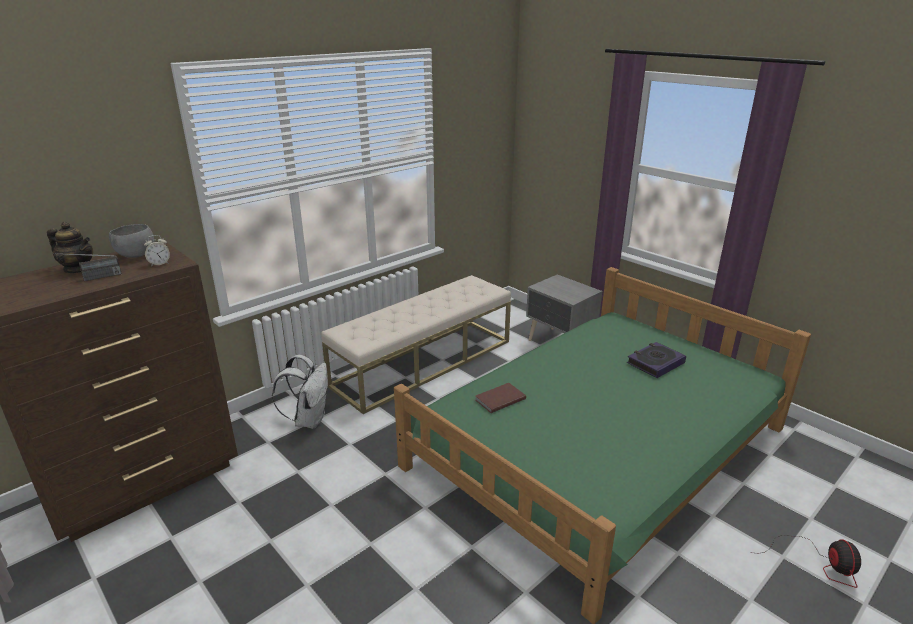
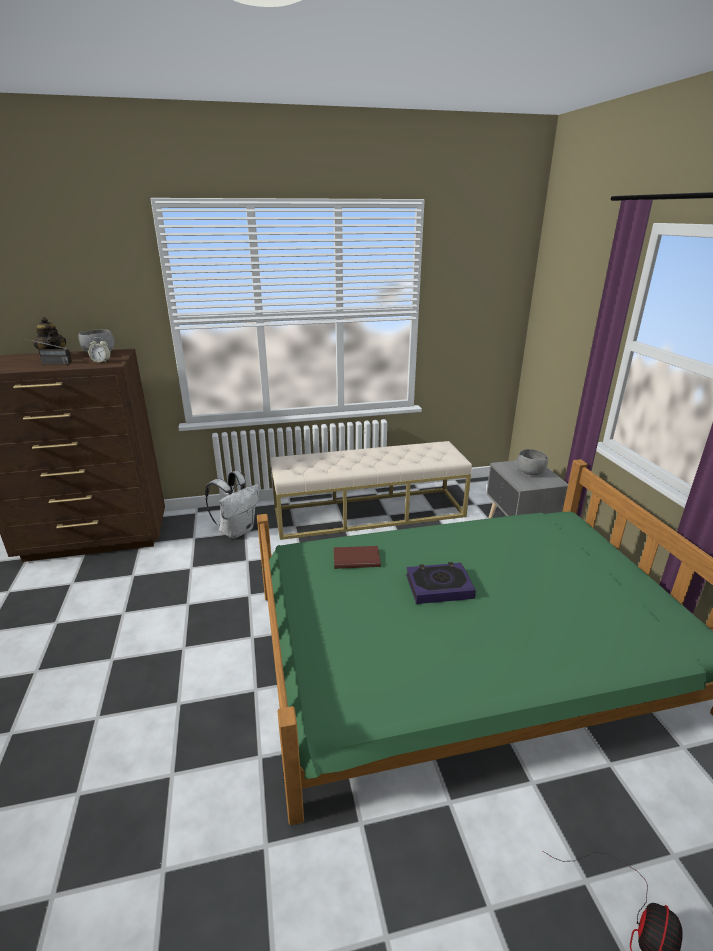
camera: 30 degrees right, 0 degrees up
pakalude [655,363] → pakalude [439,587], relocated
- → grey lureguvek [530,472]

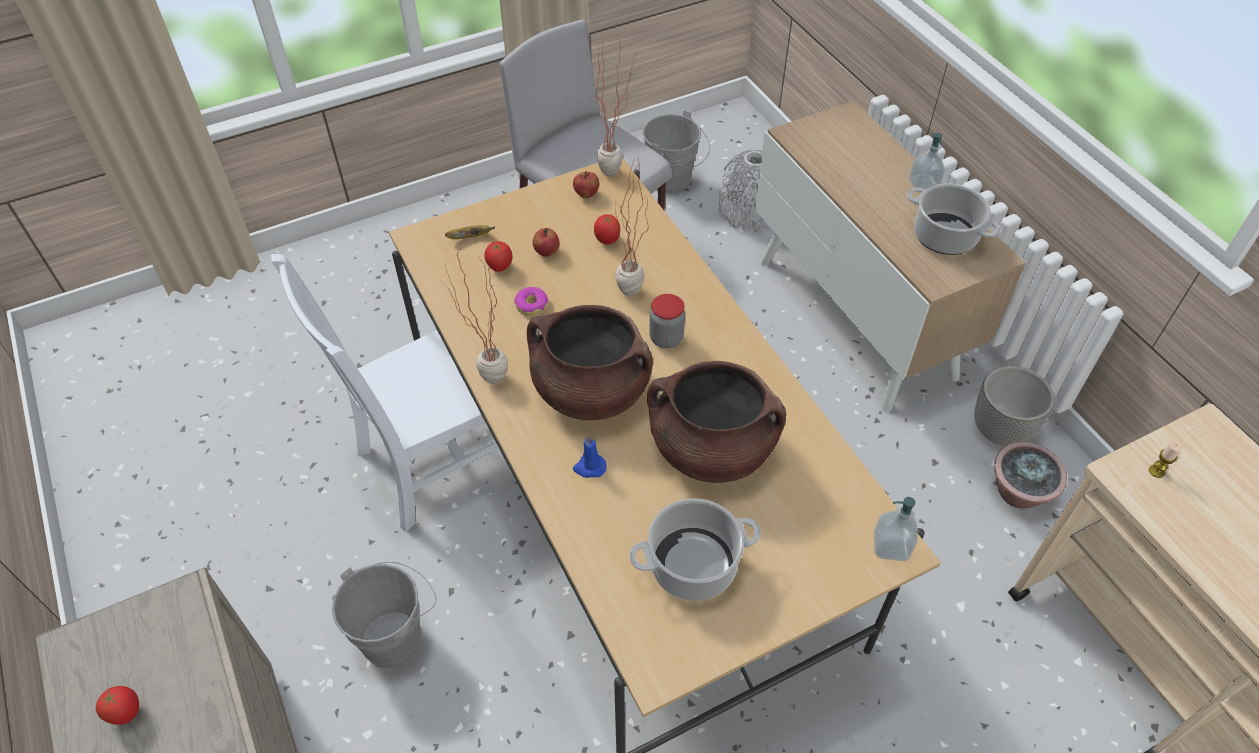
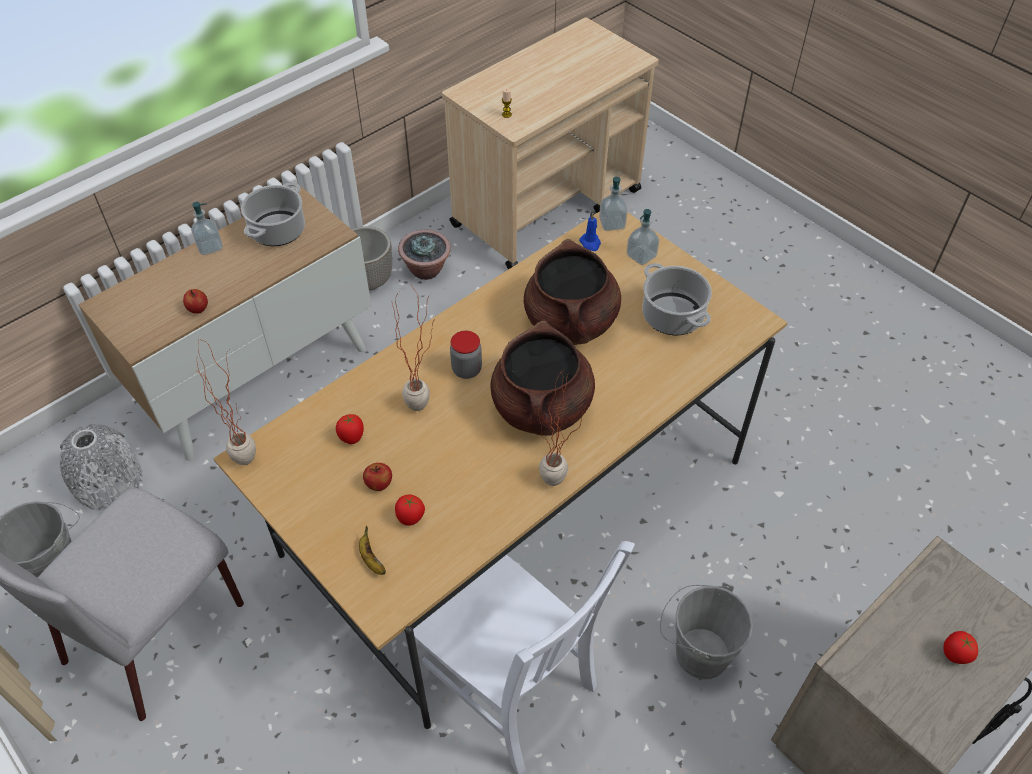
camera: 105 degrees left, 0 degrees up
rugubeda [531,305] → -
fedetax [586,194] → fedetax [198,309], relocated
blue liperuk [589,467] → blue liperuk [590,243], relocated
- → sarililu [641,256]

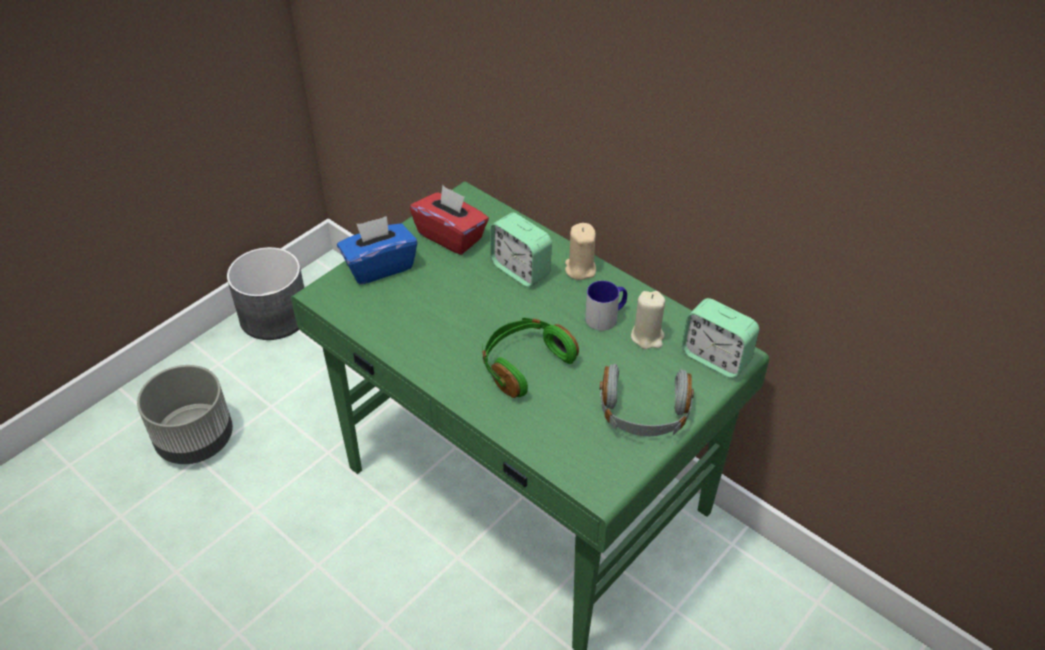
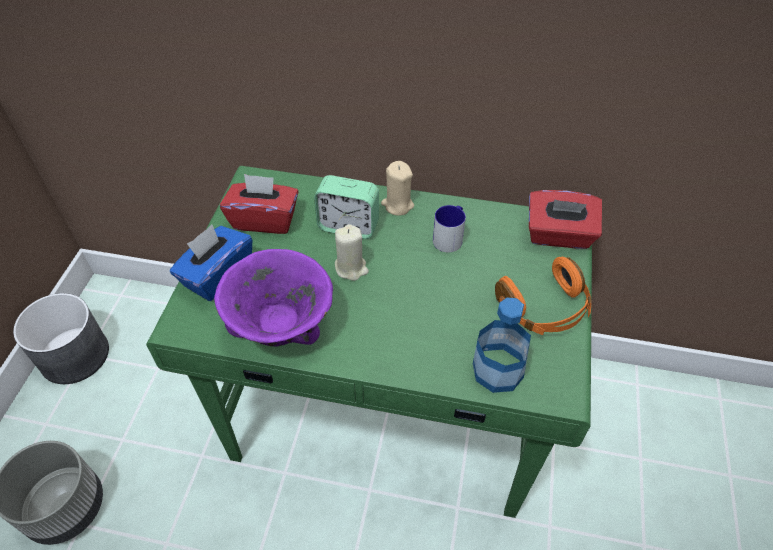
camera: 30 degrees left, 5 degrees up
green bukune [524,364] → -
grey bukune [644,414] → orange bukune [544,309]
beige liperuk [647,337] → beige liperuk [351,268], relocated
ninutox [715,358] → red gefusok [558,235]
- → purple lureguvek [280,327]
- → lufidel [498,370]

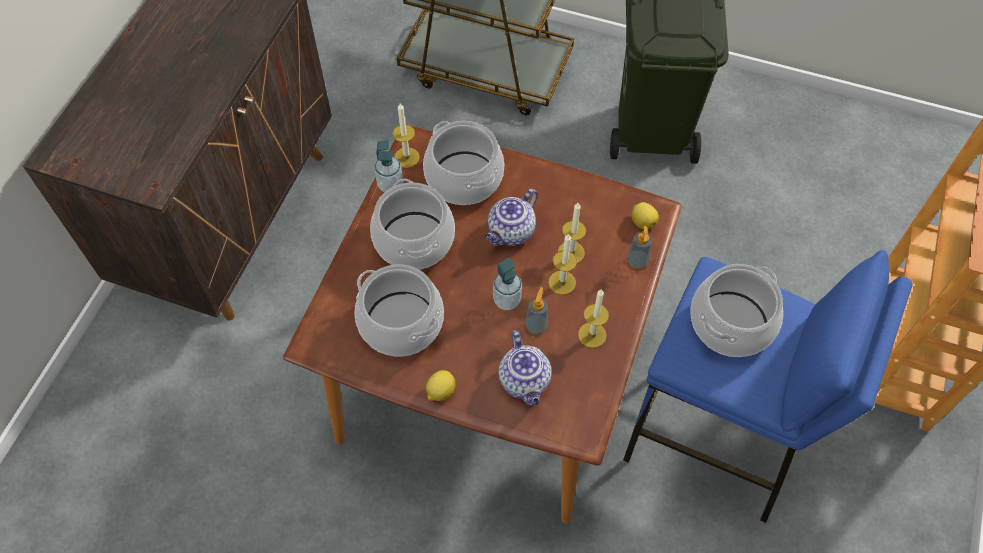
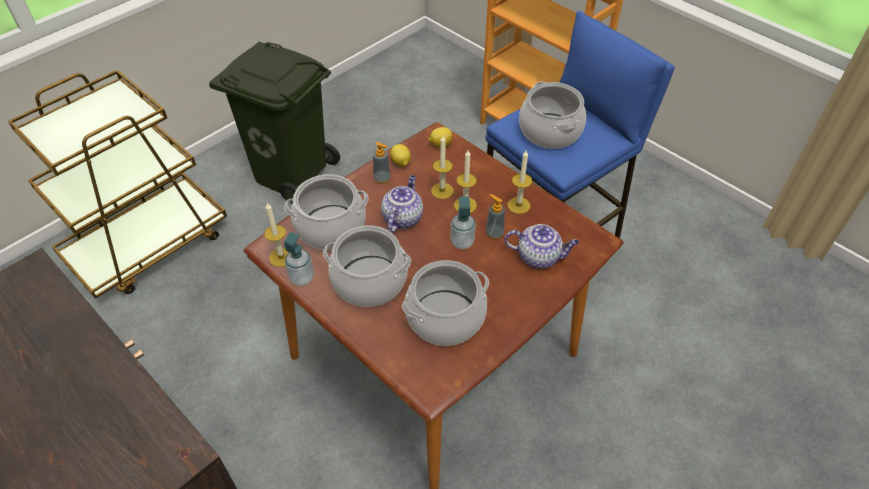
camera: 65 degrees left, 10 degrees down
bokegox [440,391] → bokegox [400,163], relocated
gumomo [511,233] → gumomo [402,218], 135 degrees counterclockwise
sarililu [637,261] → sarililu [382,178], relocated

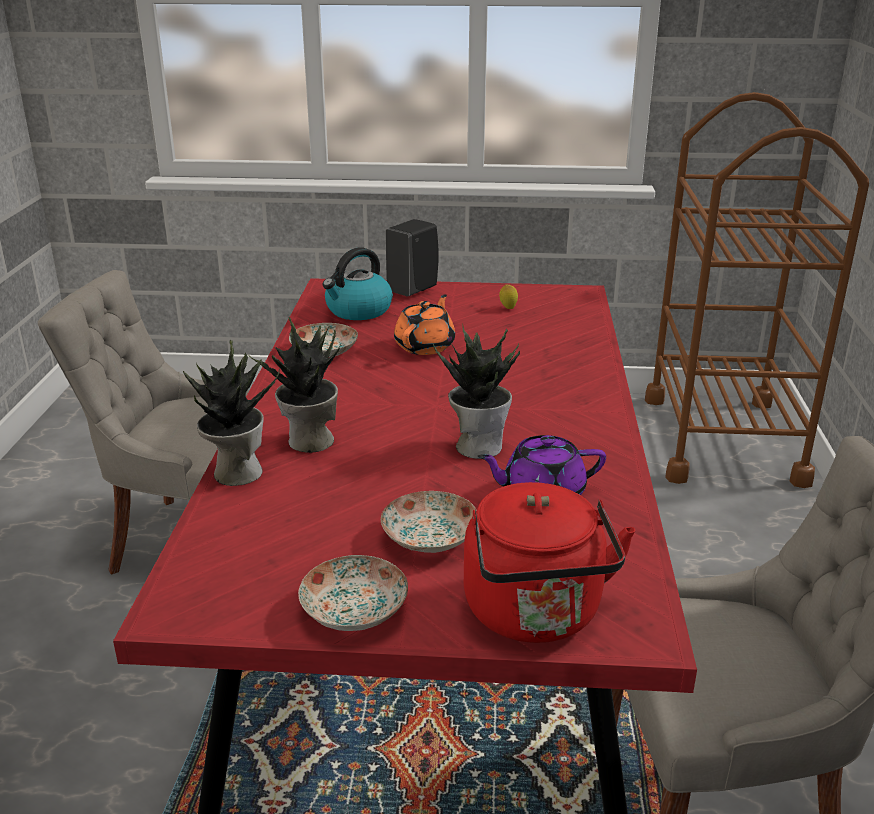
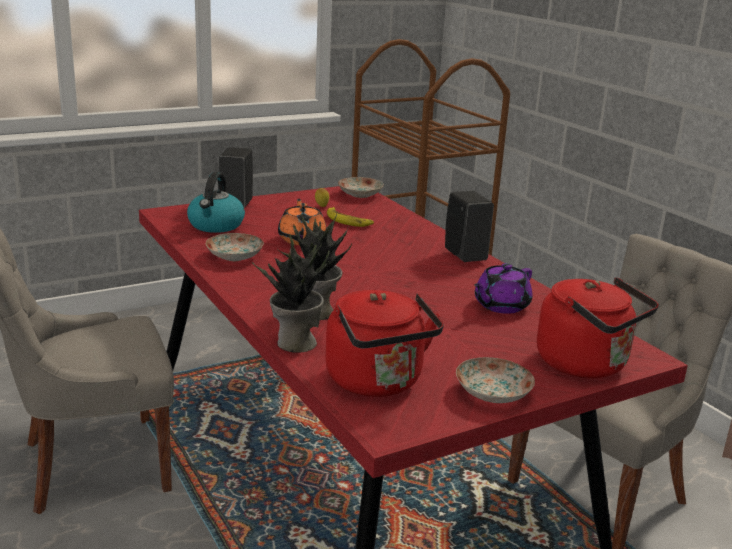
camera: 35 degrees left, 5 degrees down
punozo [429,537] → punozo [359,194], relocated
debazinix [479,446] → -
- → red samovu [378,383]
- → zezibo [348,221]
- → black sarililu [464,256]

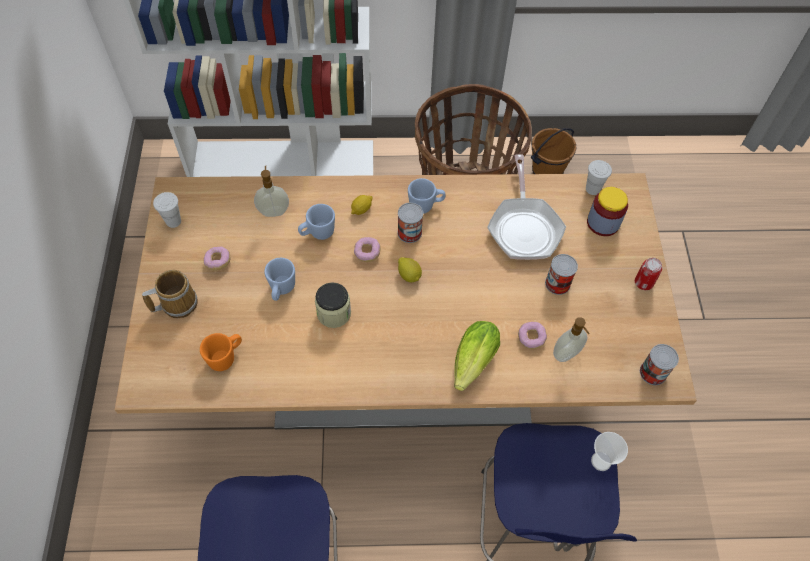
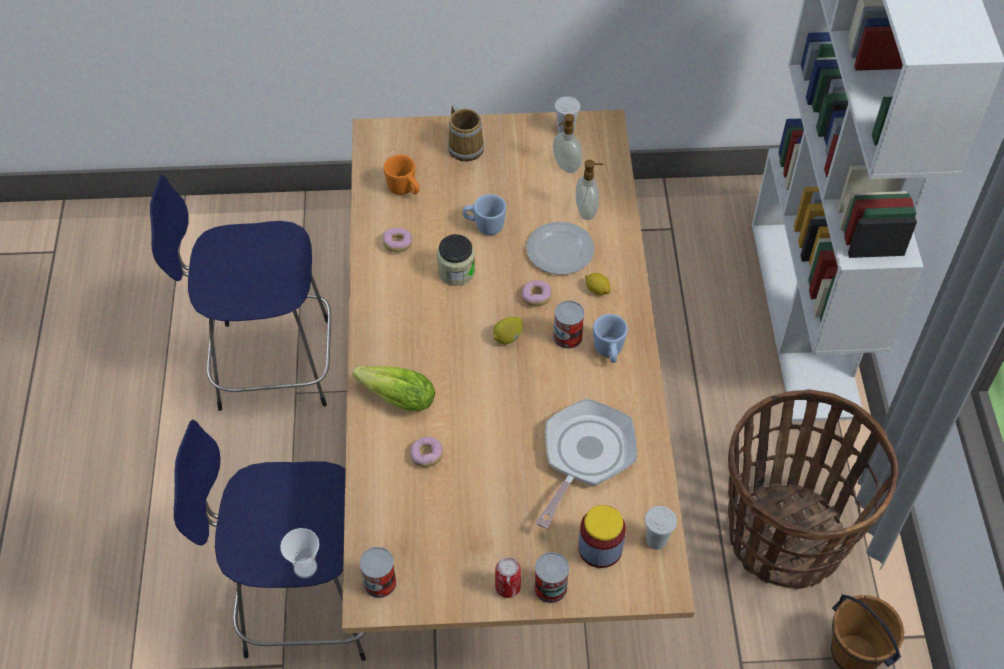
camera: 90 degrees right, 5 degrees down
rugubeda [218,261] → rugubeda [397,244], relocated
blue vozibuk [317,233] → punozo [560,251]
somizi [524,227] → somizi [585,456], 120 degrees clockwise
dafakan [557,283] → dafakan [550,588], relocated
sarililu [566,354] → sarililu [565,166], relocated

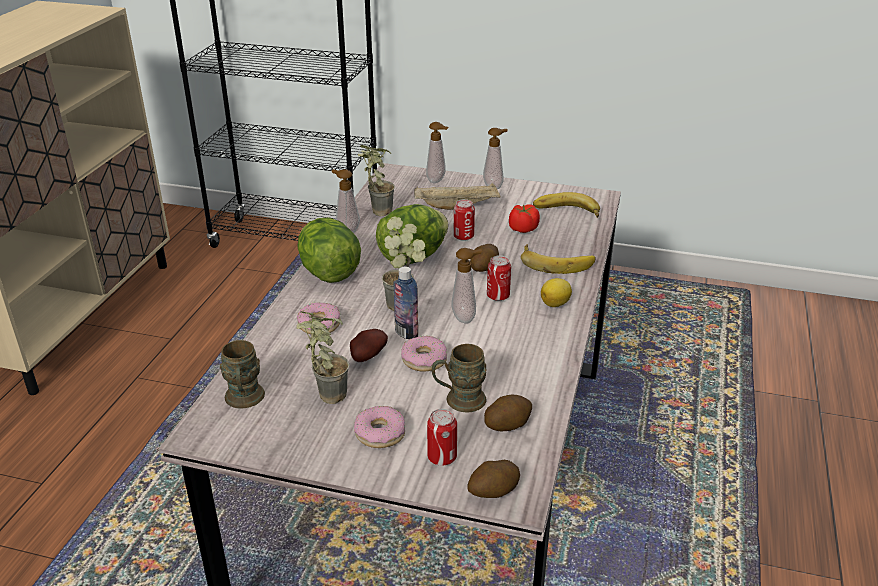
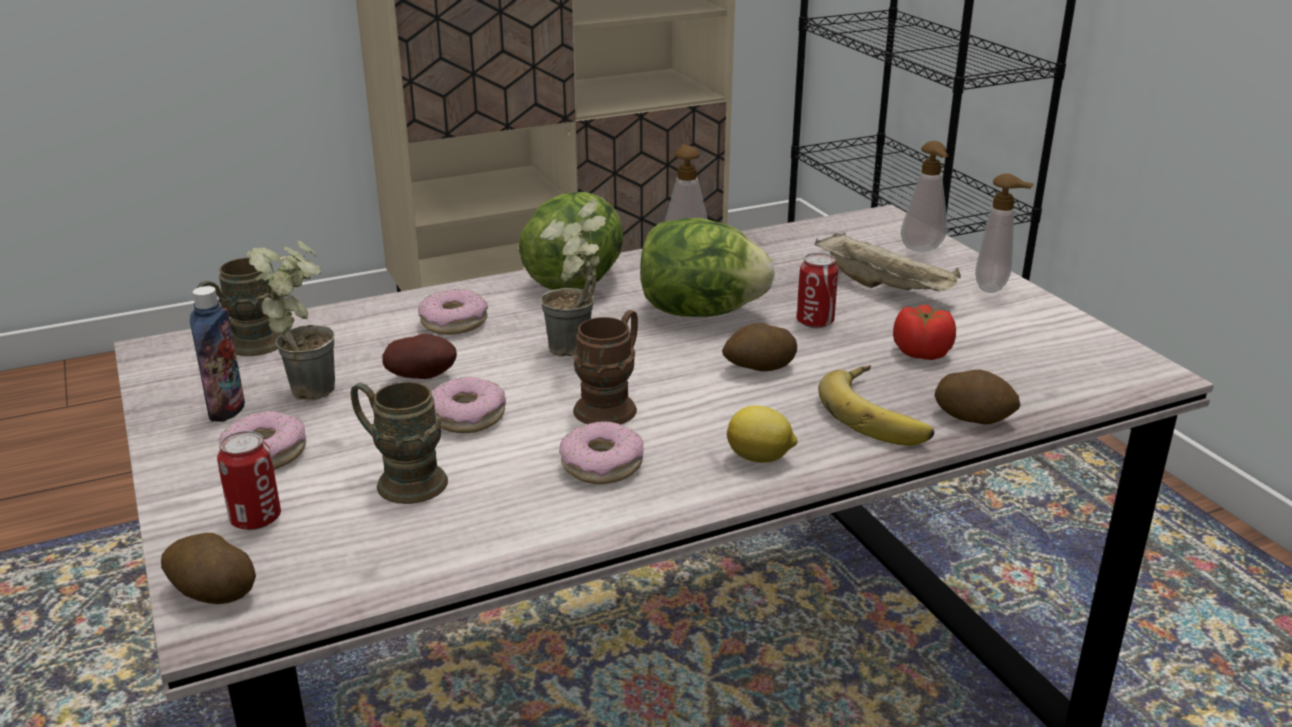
camera: 50 degrees right, 5 degrees down
debazinix [376,211] → -
lufidel [406,333] → lufidel [227,410], relocated
sarililu [466,317] → brown vozibuk [612,404]
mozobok [507,424] → mozobok [974,417], relocated
dafakan [498,296] → -
zezibo [566,212] → -
- → rugubeda [602,465]

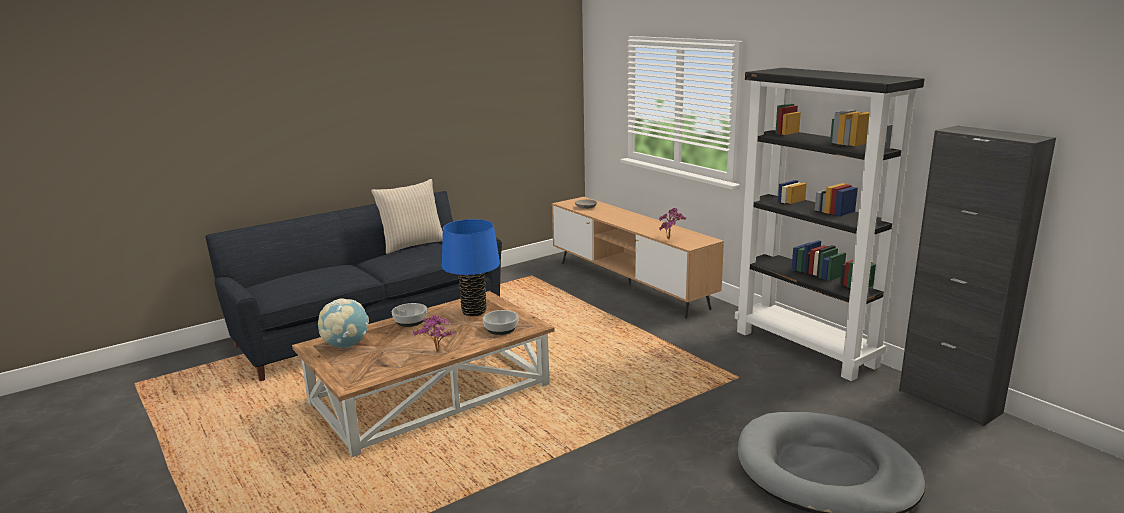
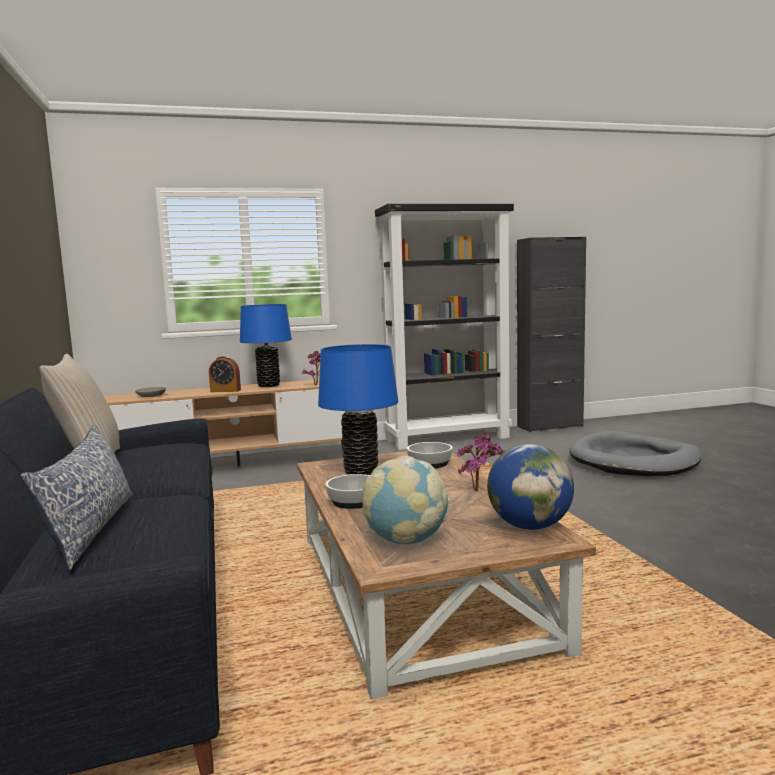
camera: 70 degrees left, 10 degrees down
- → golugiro [91,528]
- → ninutox [225,390]
- → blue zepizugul [268,385]
- → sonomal [529,526]

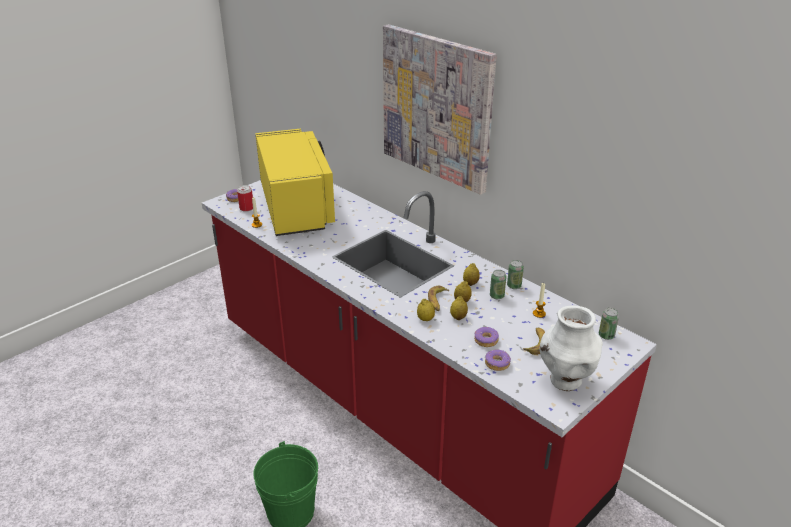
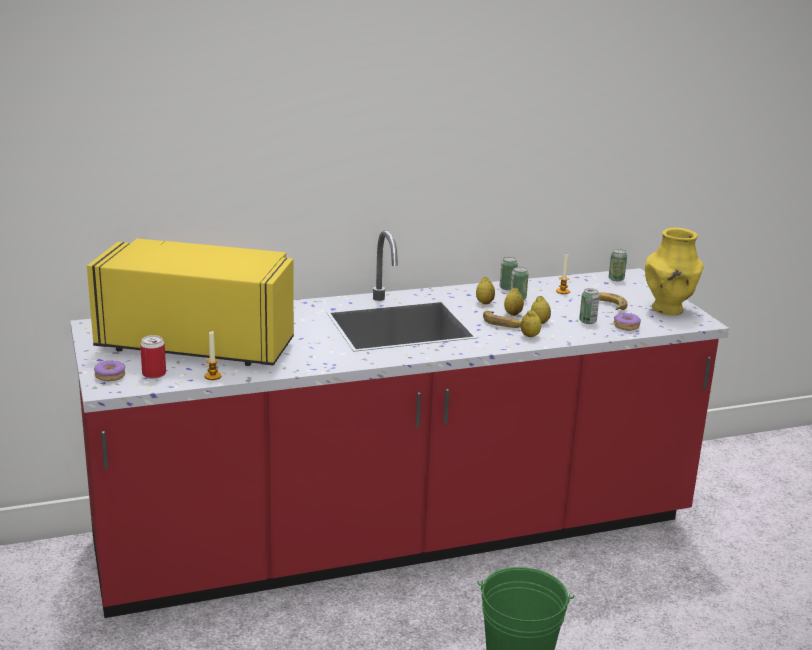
camera: 65 degrees left, 10 degrees down
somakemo [437,107] → -
rugubeda [486,340] → dafakan [587,321]
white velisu [565,381] → yellow velisu [668,309]

